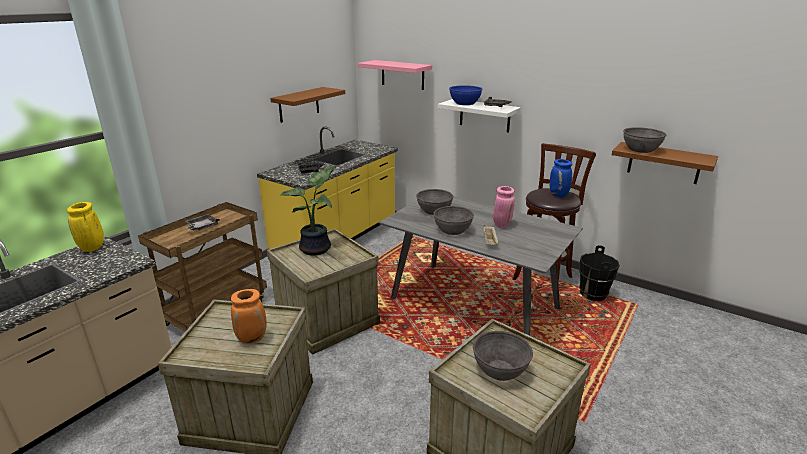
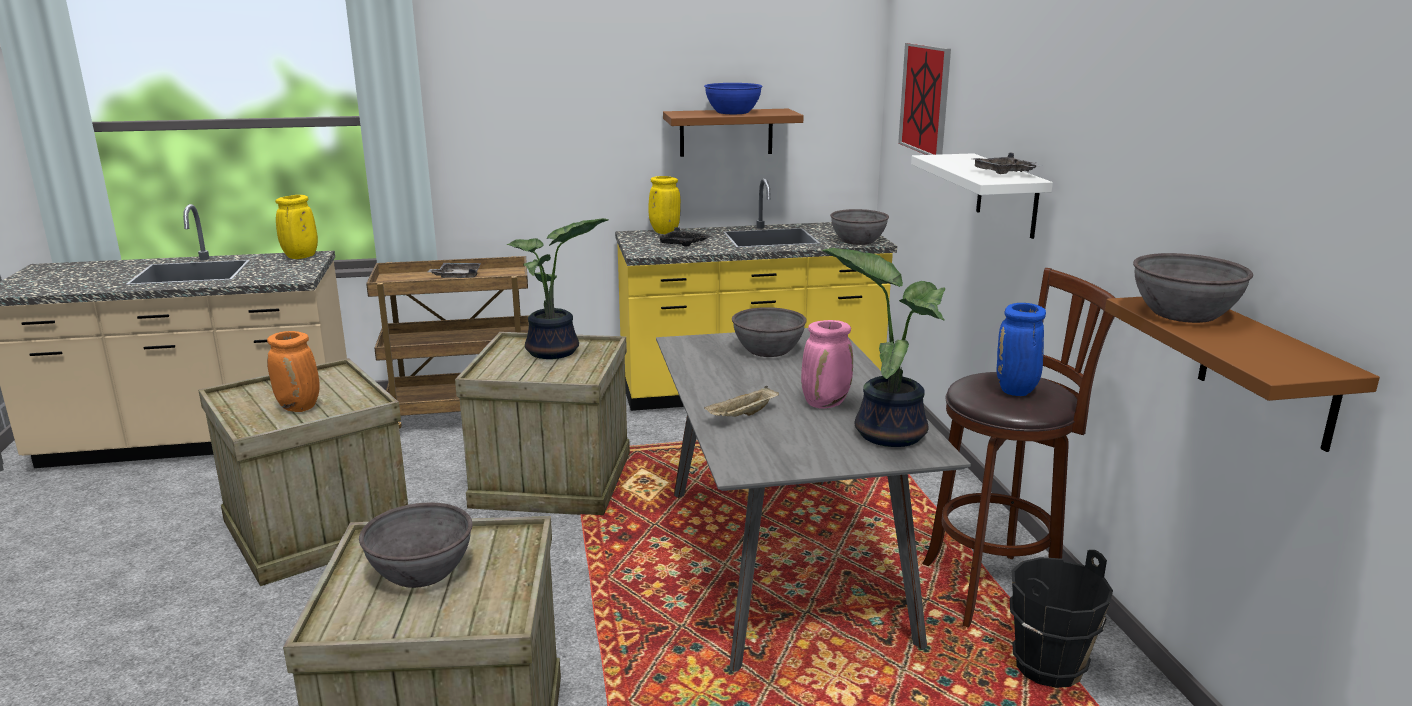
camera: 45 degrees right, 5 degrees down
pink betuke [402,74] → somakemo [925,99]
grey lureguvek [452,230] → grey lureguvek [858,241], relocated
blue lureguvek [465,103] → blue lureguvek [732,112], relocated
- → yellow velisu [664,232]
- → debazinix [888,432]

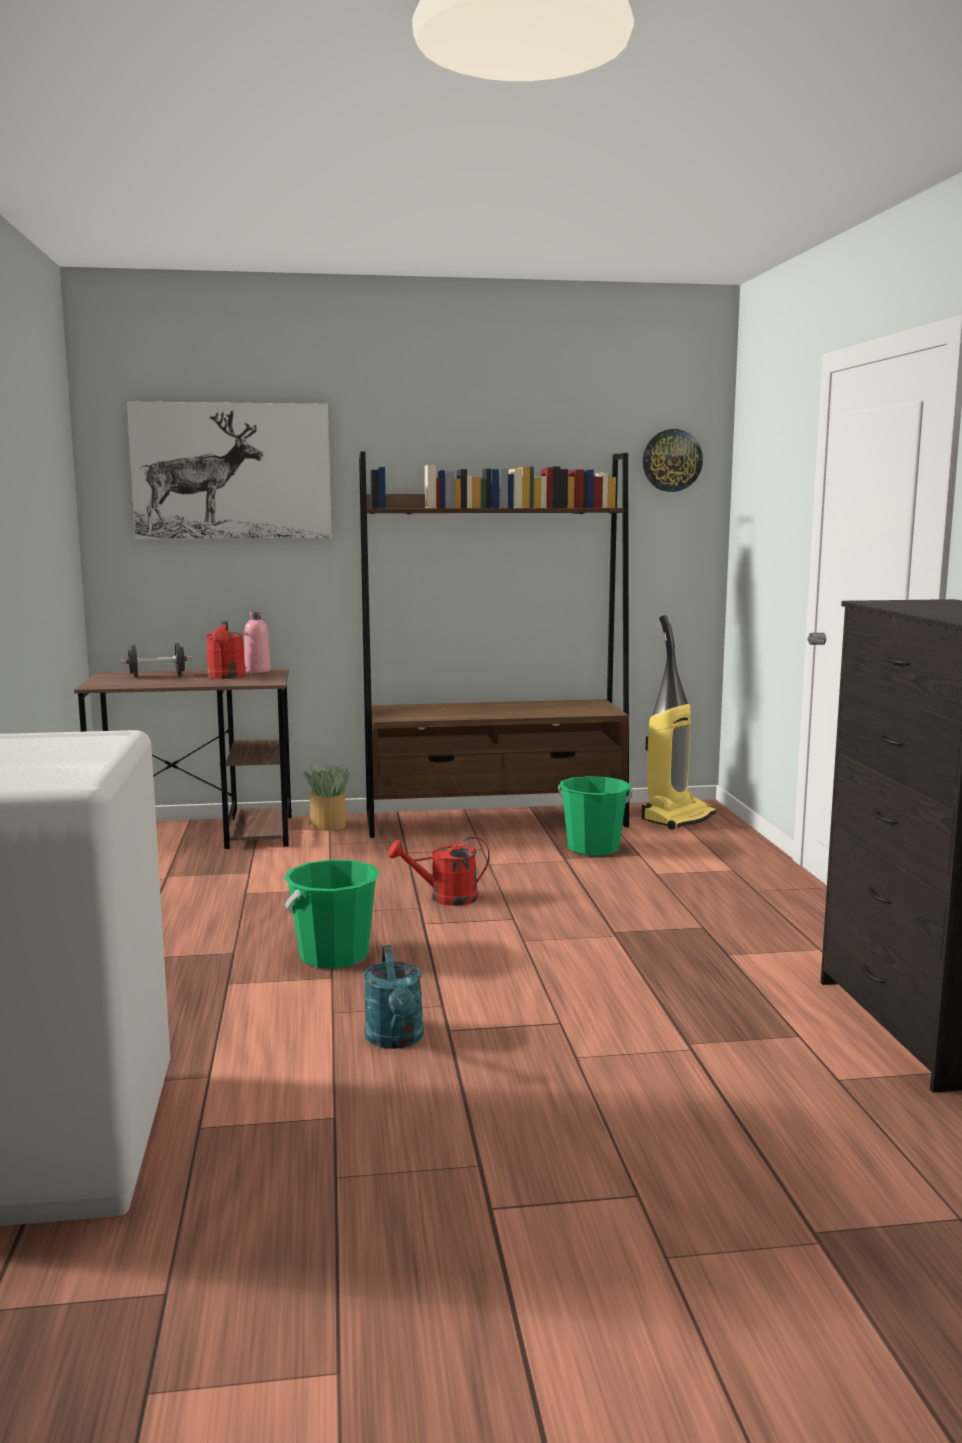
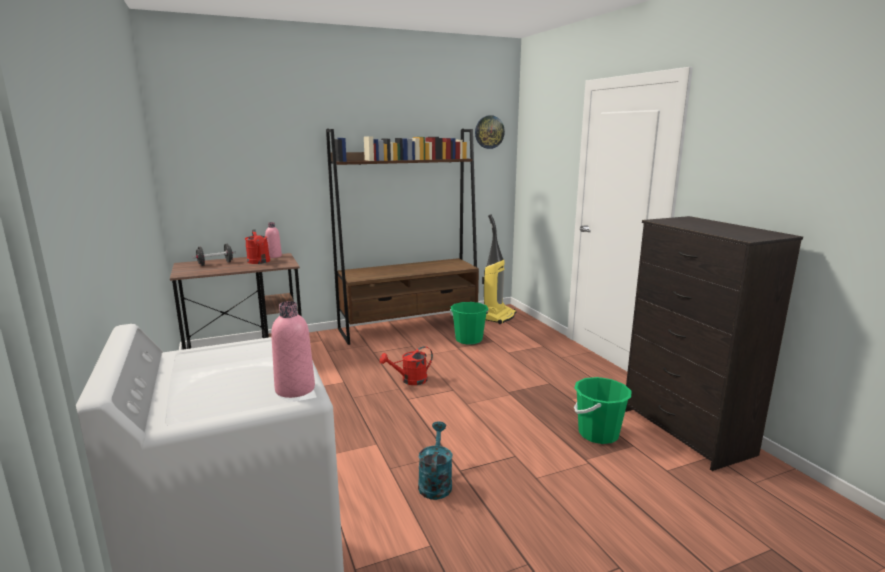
camera: 15 degrees left, 5 degrees up
somakemo [232,471] → -
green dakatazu [334,956] → green dakatazu [598,434], relocated
debazinix [328,825] → -
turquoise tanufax [396,1040] → turquoise tanufax [435,482], 150 degrees counterclockwise
- → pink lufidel [295,389]

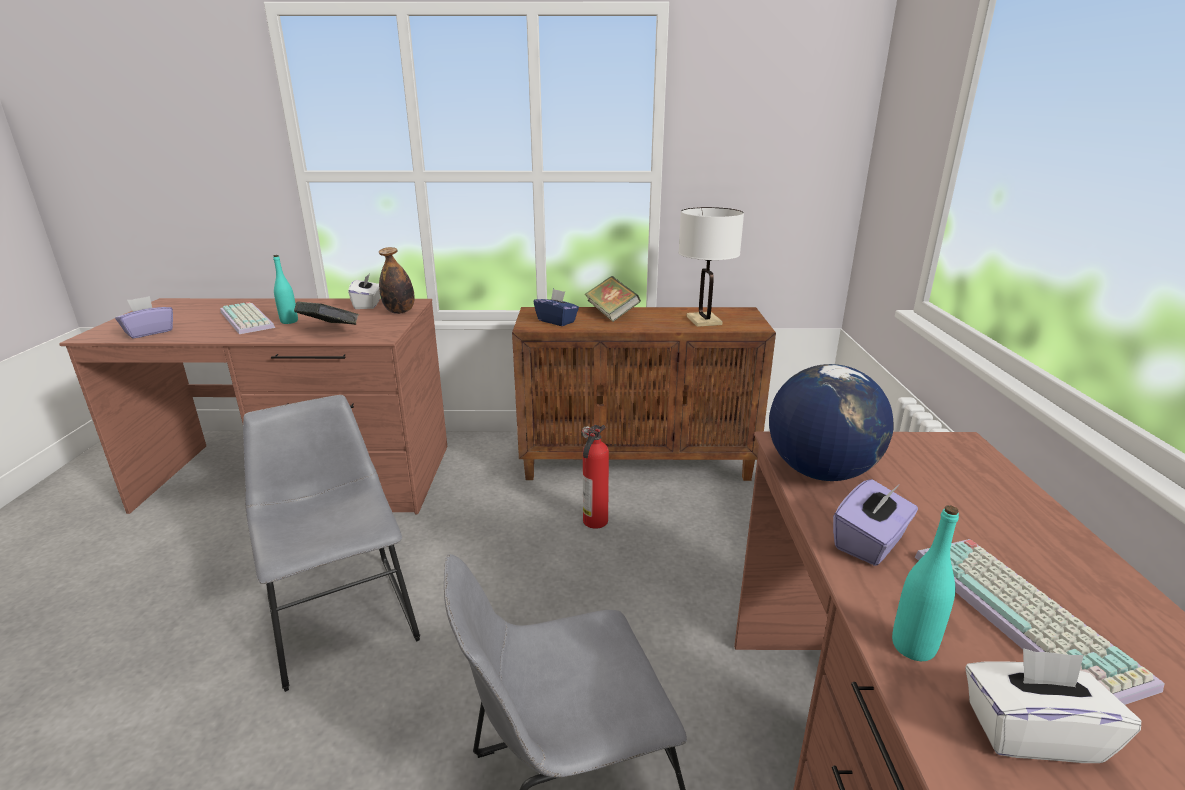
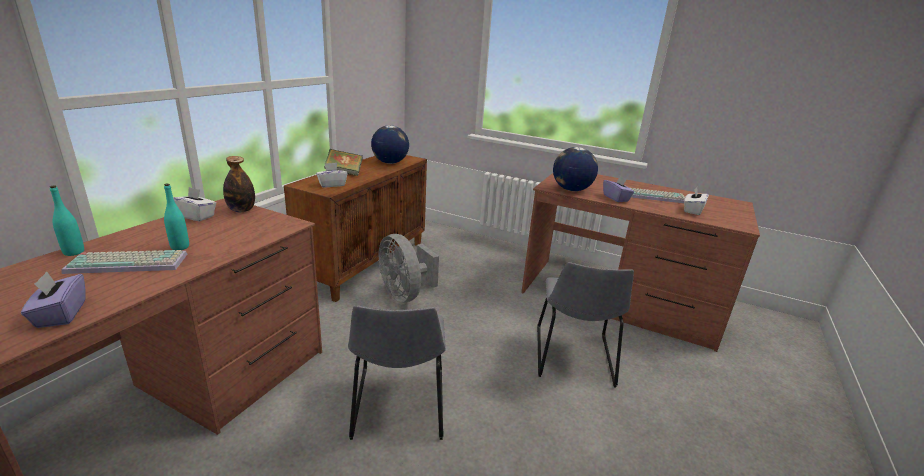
camera: 65 degrees left, 0 degrees up
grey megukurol [340,613] → grey megukurol [399,406], 90 degrees counterclockwise
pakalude [329,331] → -
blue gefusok [556,321] → white gefusok [332,184]
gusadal [594,522] → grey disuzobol [405,294]
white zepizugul [703,320] → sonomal [390,162]
turquoise lufidel [913,647] → turquoise lufidel [74,252], relocated

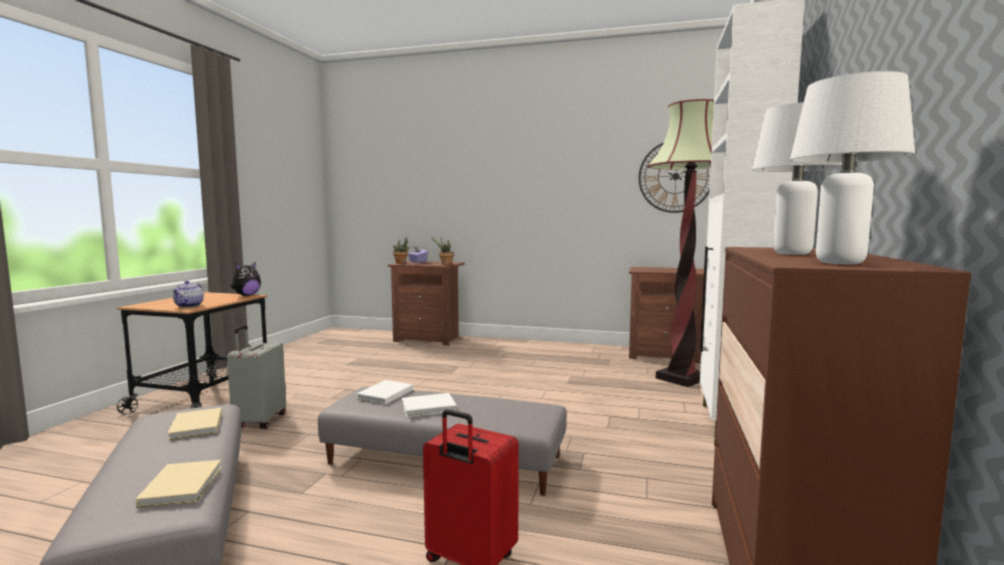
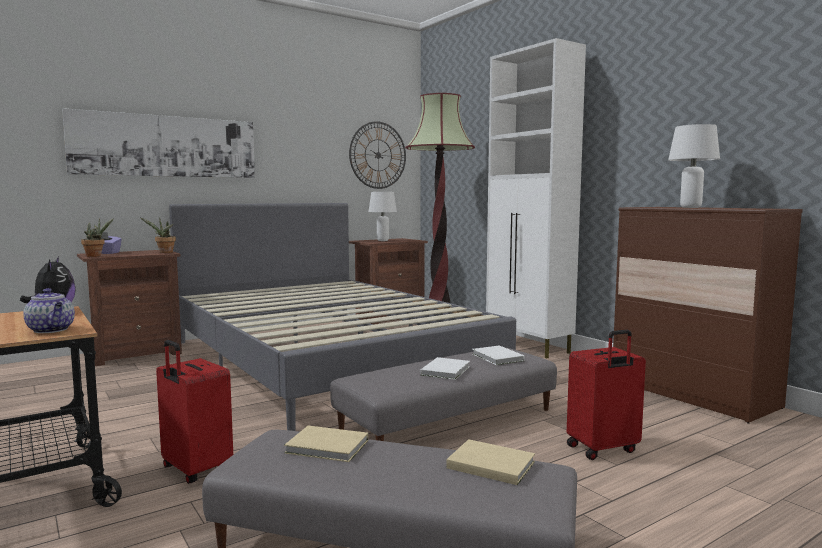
camera: 50 degrees left, 0 degrees up
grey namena [259,421] → red namena [195,470]
white pakalude [384,394] → white pakalude [497,358], relocated
white zepizugul [838,263] → white zepizugul [382,240], relocated
- → somakemo [166,146]
- → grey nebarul [326,358]

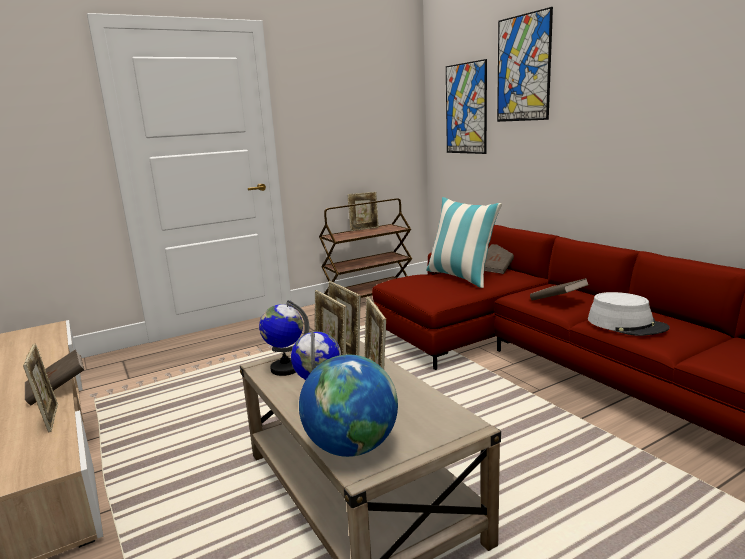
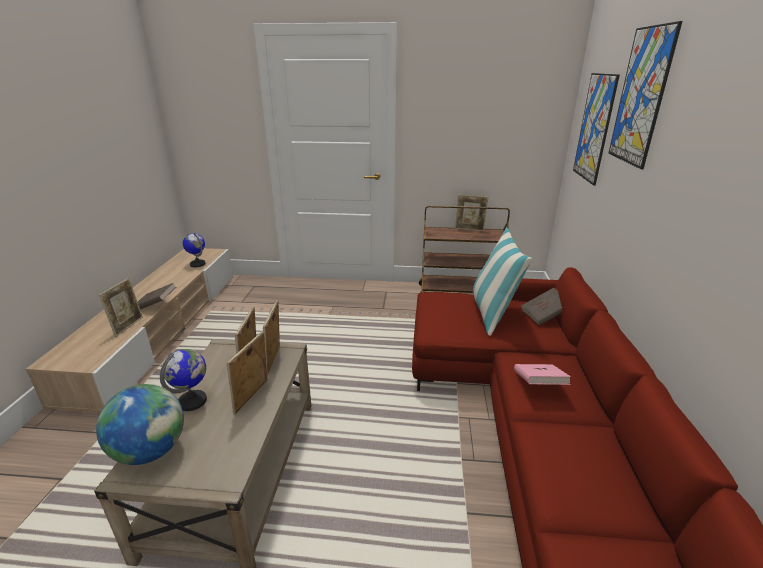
camera: 35 degrees right, 10 degrees up
sonomal [285,368] → sonomal [197,264], relocated
brown pakalude [558,301] → pink pakalude [538,384]
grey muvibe [626,324] → -

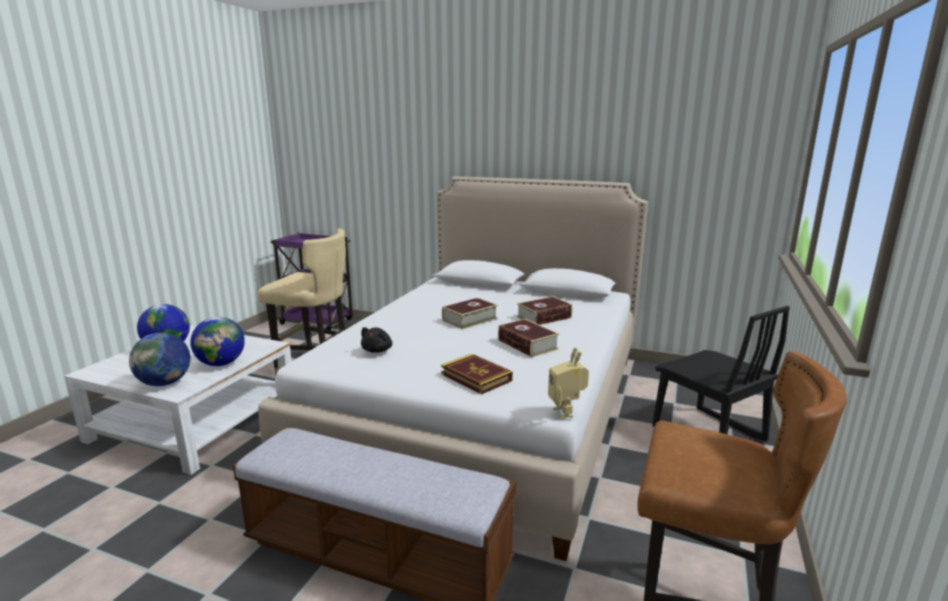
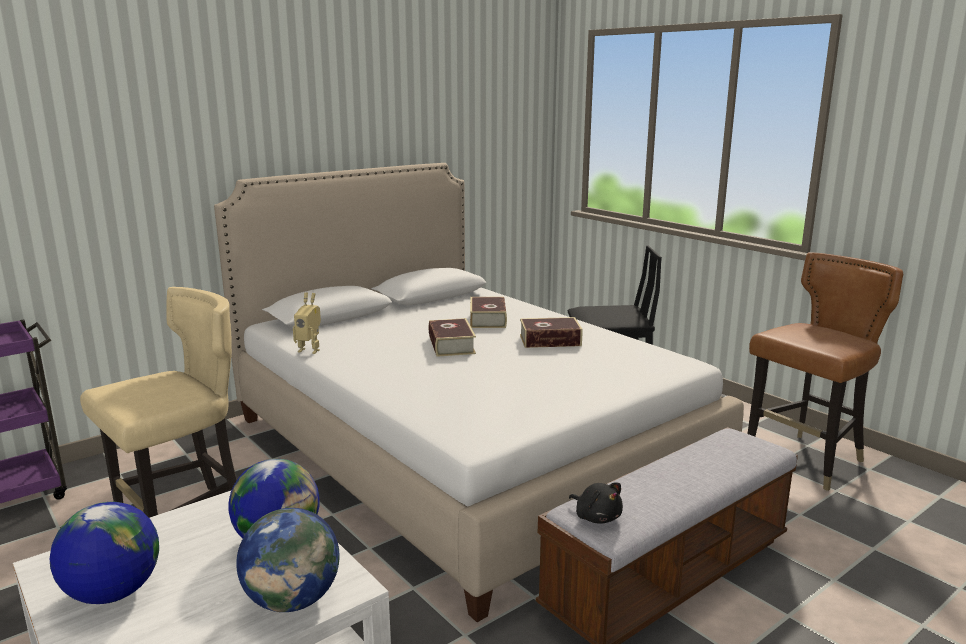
camera: 60 degrees left, 0 degrees up
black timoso [378,350] → black timoso [596,517], relocated
pakalude [476,377] → -
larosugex [566,412] → larosugex [310,350], relocated

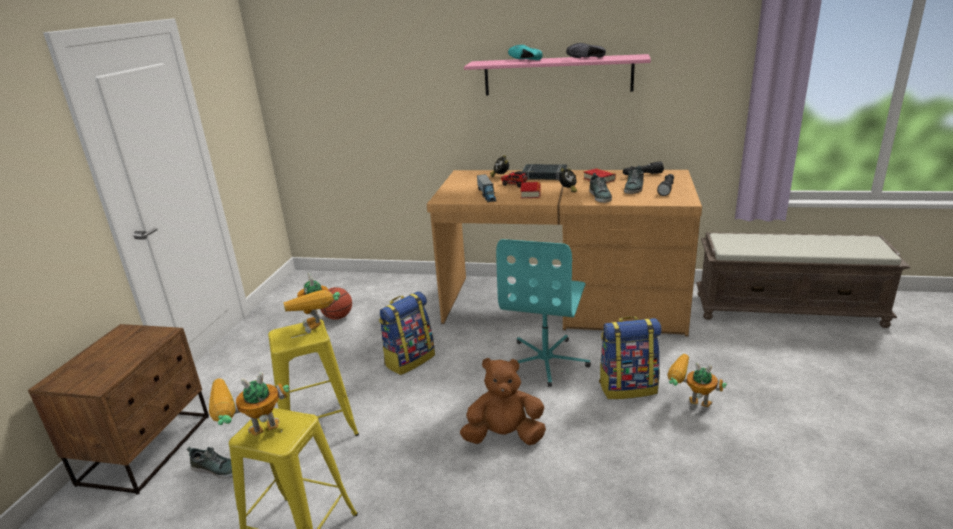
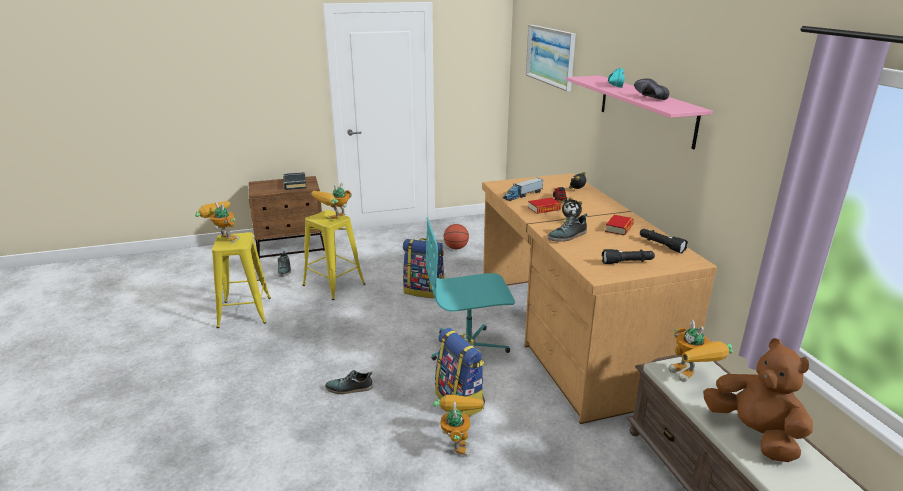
camera: 60 degrees right, 0 degrees up
brown timoso [504,436] → brown timoso [754,434], relocated
black pakalude [544,176] → black pakalude [295,184], relocated
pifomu [634,188] → pifomu [349,388], relocated
- → somakemo [550,56]
- → larosugex [692,379]

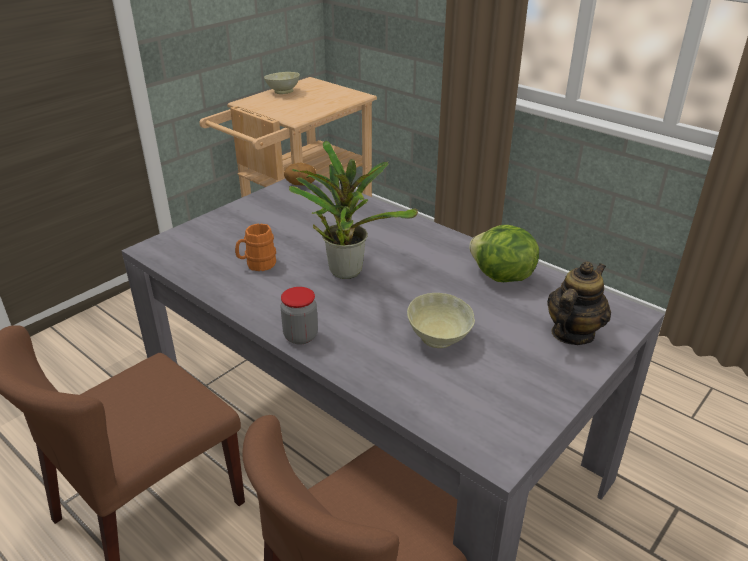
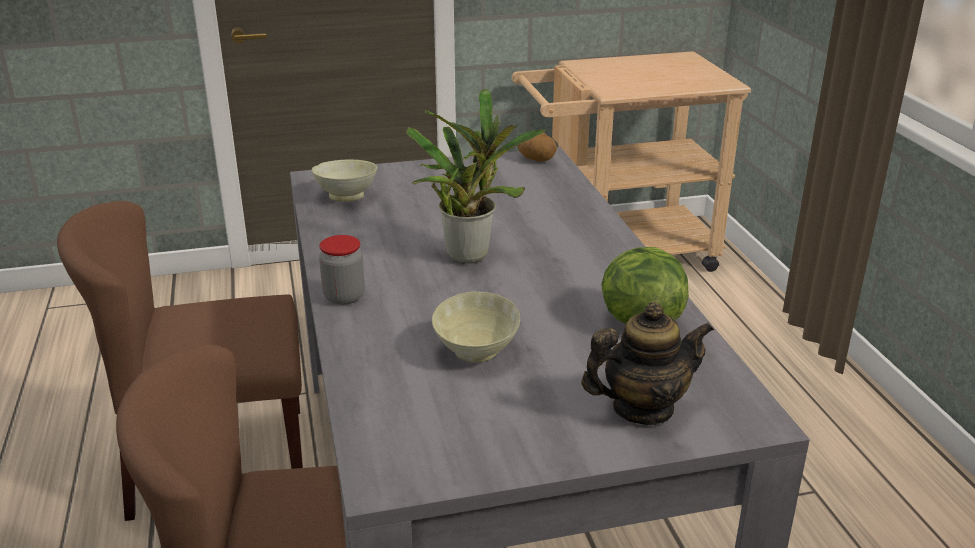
camera: 35 degrees right, 5 degrees down
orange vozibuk [257,264] → -
beige lureguvek [283,92] → beige lureguvek [347,196], relocated

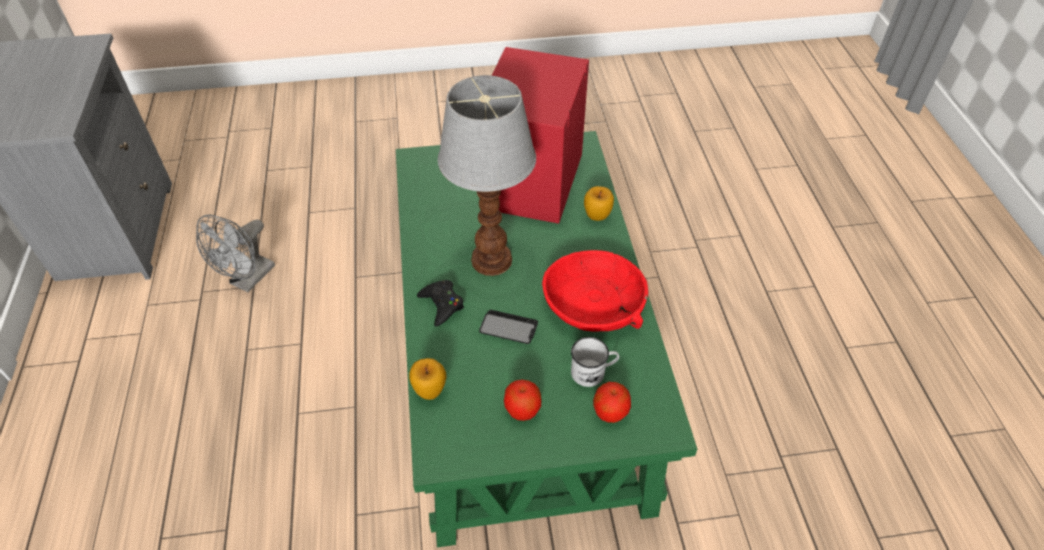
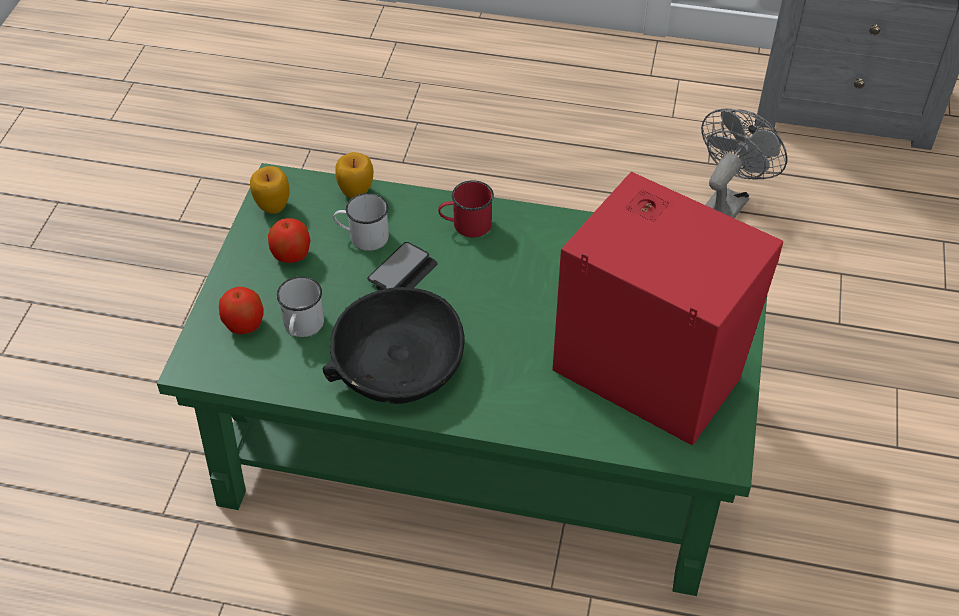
camera: 110 degrees right, 0 degrees up
grey disuzobol [248,280] → grey disuzobol [726,204], 75 degrees clockwise
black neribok [442,304] → red vozibuk [466,225]
zepizugul [490,259] → -
red lureguvek [594,303] → black lureguvek [398,362]
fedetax [597,216] → fedetax [273,206], relocated
- → white vozibuk [363,237]

